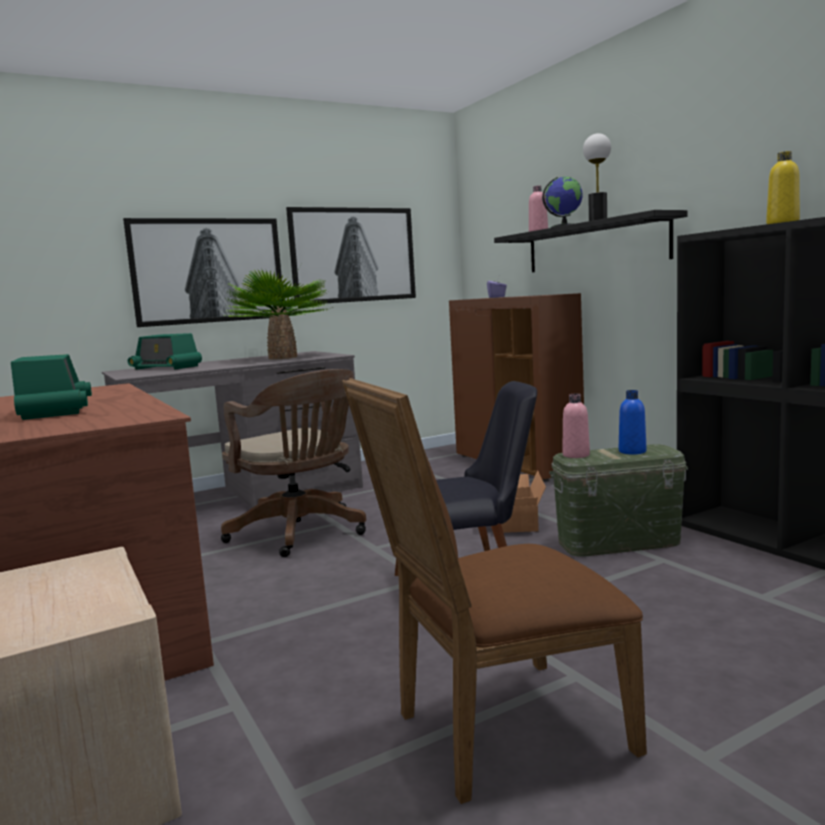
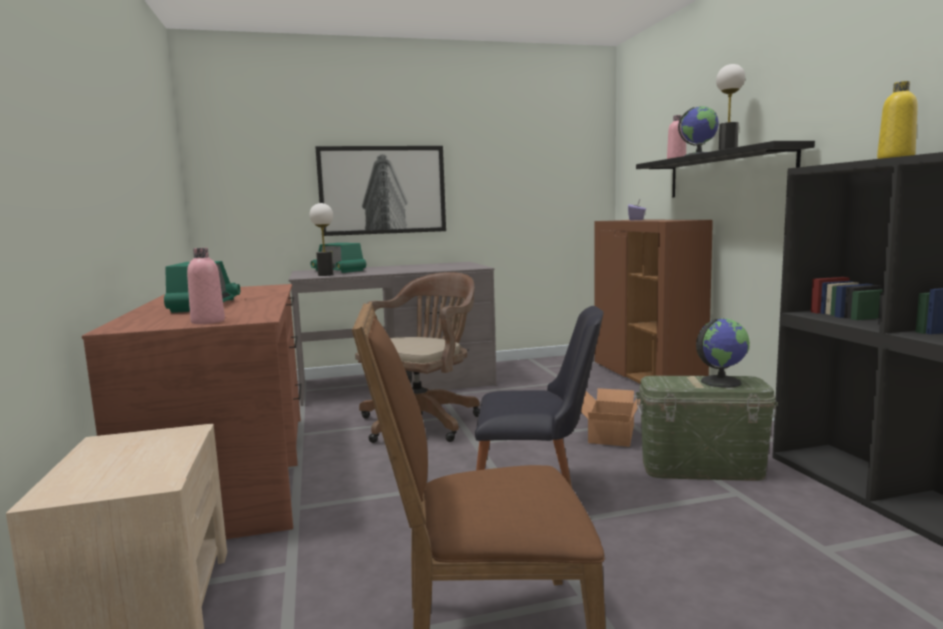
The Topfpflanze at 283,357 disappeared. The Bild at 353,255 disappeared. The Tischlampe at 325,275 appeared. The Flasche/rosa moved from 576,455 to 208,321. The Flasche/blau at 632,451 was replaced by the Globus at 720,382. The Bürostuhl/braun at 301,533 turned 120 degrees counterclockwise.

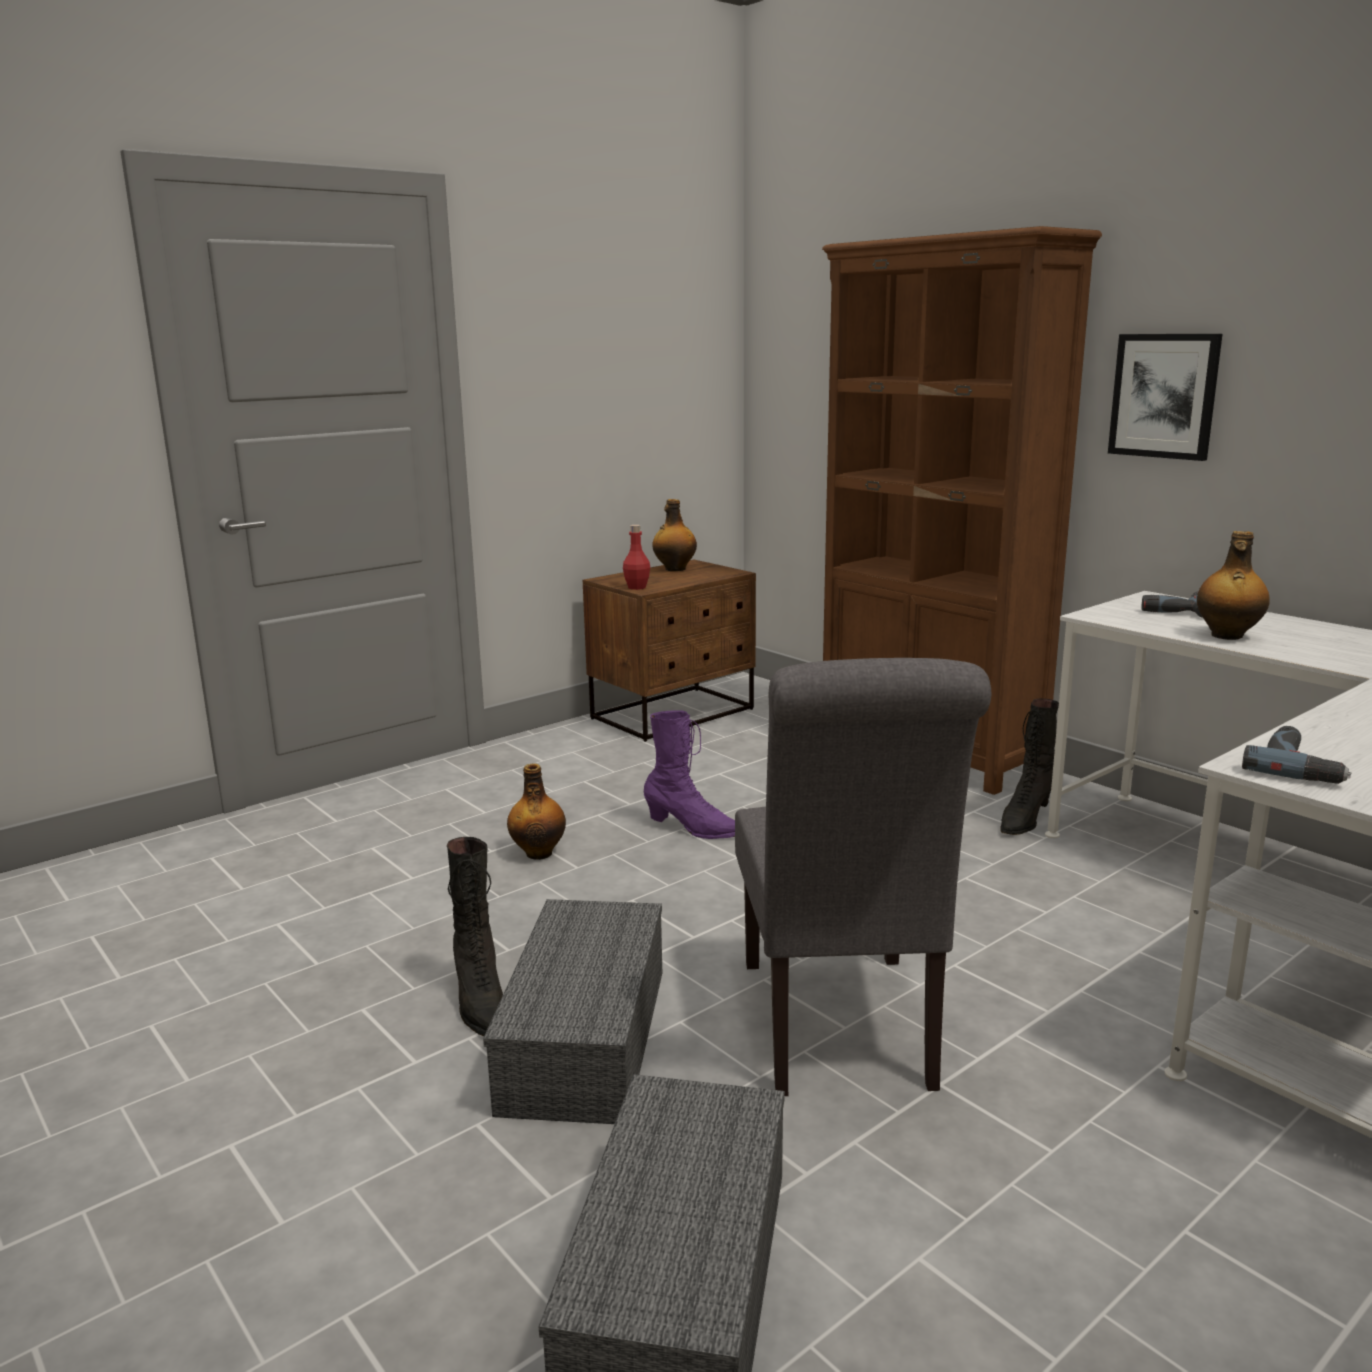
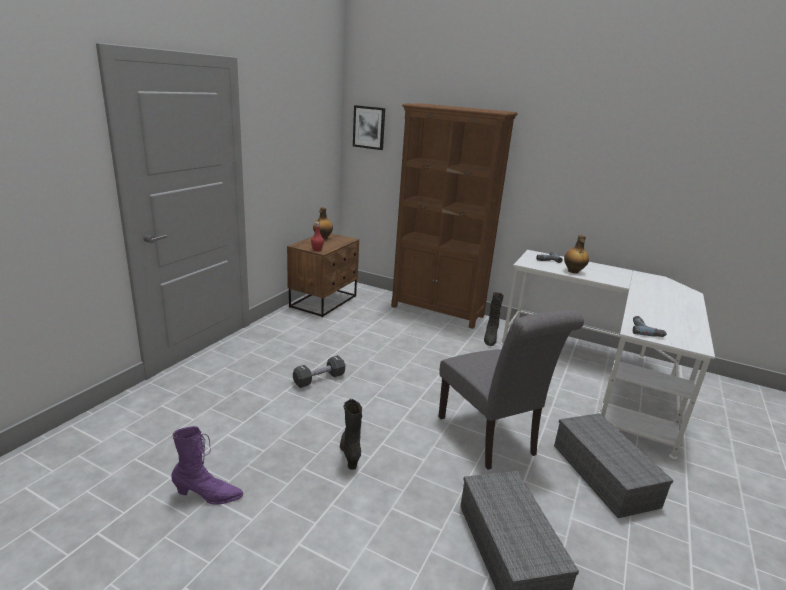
The Aufbewahrungsbox/grau moved from 587,1040 to 606,475. The Stiefel/lila moved from 692,829 to 208,495. The Bild moved from 1164,396 to 369,127. The Flasche at 539,853 was replaced by the Hantel/schwarz at 319,379. The Stiefel/schwarz at 480,1001 turned 150 degrees counterclockwise.

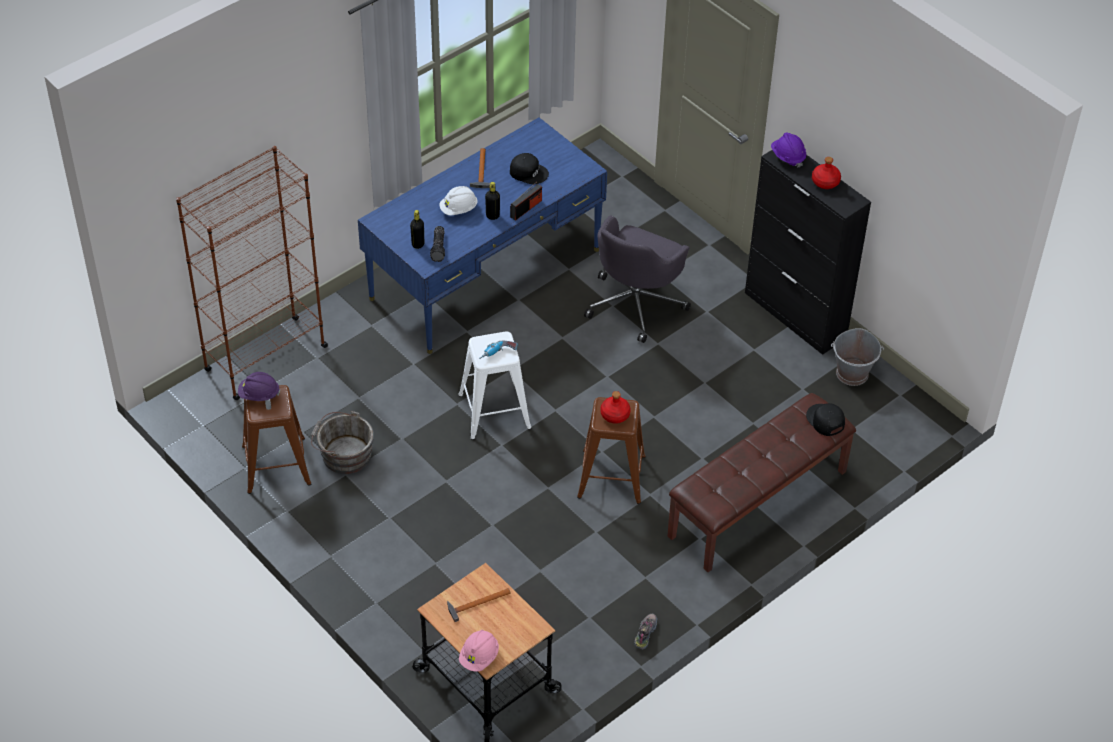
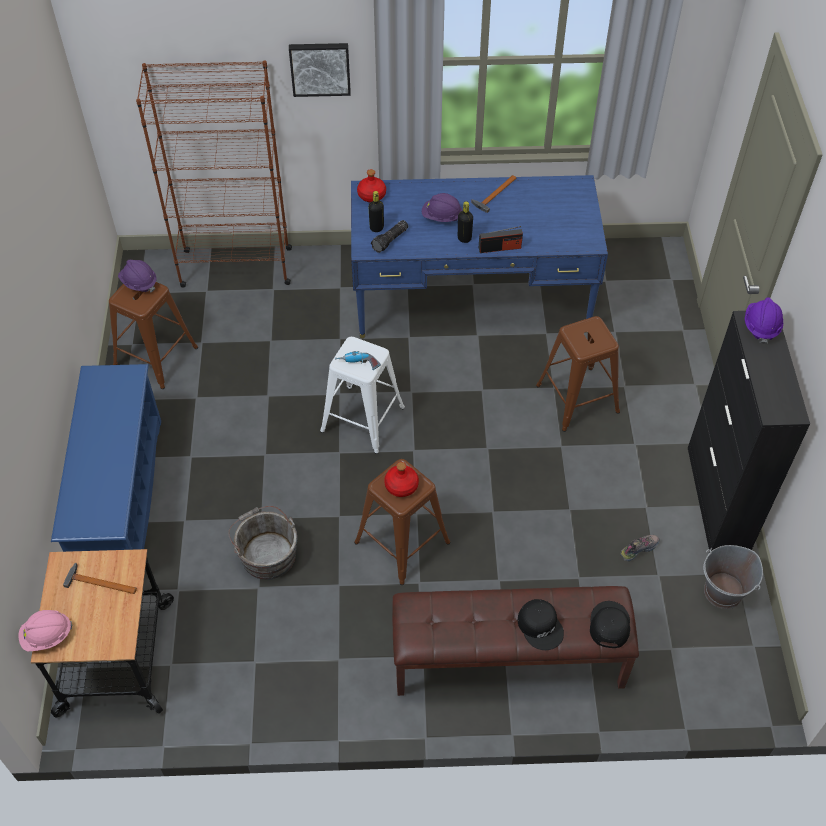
The Schuhregal/blau at 121,498 appeared. The Bild at 320,68 appeared. The Eimer/grau moved from 343,454 to 266,553. The Kappe/schwarz moved from 528,172 to 541,626. The Schuh moved from 645,633 to 638,549. The Flasche/rot moved from 825,182 to 371,195. The Bürostuhl/grau at 636,303 was replaced by the Hocker/braun at 576,398. The Schutzhelm/weiß at 458,209 became the Schutzhelm/lila at 441,217.

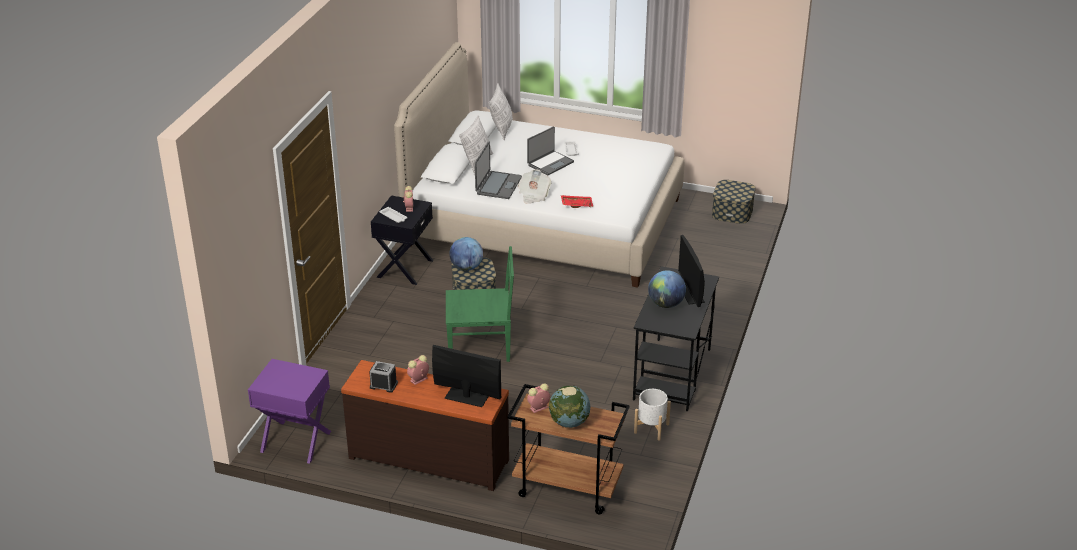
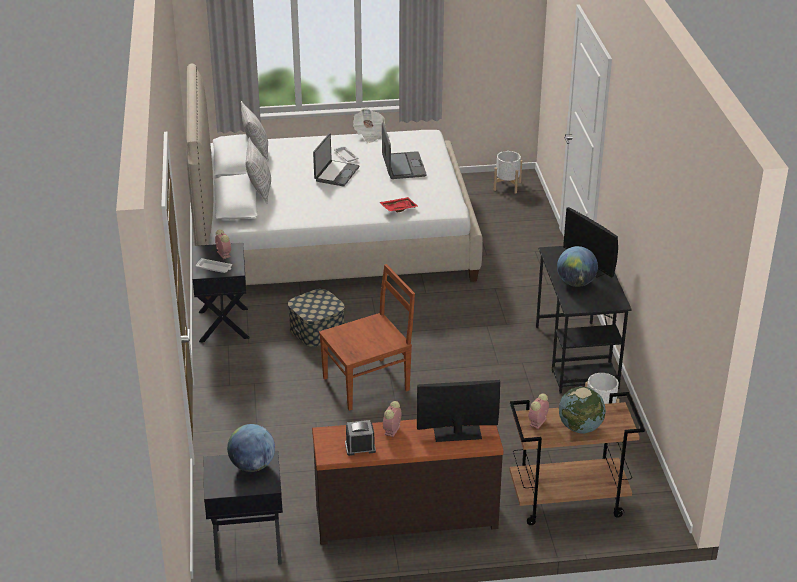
The Globus moved from 466,267 to 252,465. The Laptop moved from 498,186 to 403,166. The Zeitung moved from 533,195 to 369,134. The Aufbewahrungsbox at 732,212 was replaced by the Pflanzkübel/weiß at 507,186. The Nachttisch/lila at 295,442 became the Nachttisch/schwarz at 247,546. The Stuhl/grün at 481,346 became the Stuhl/braun at 368,383.

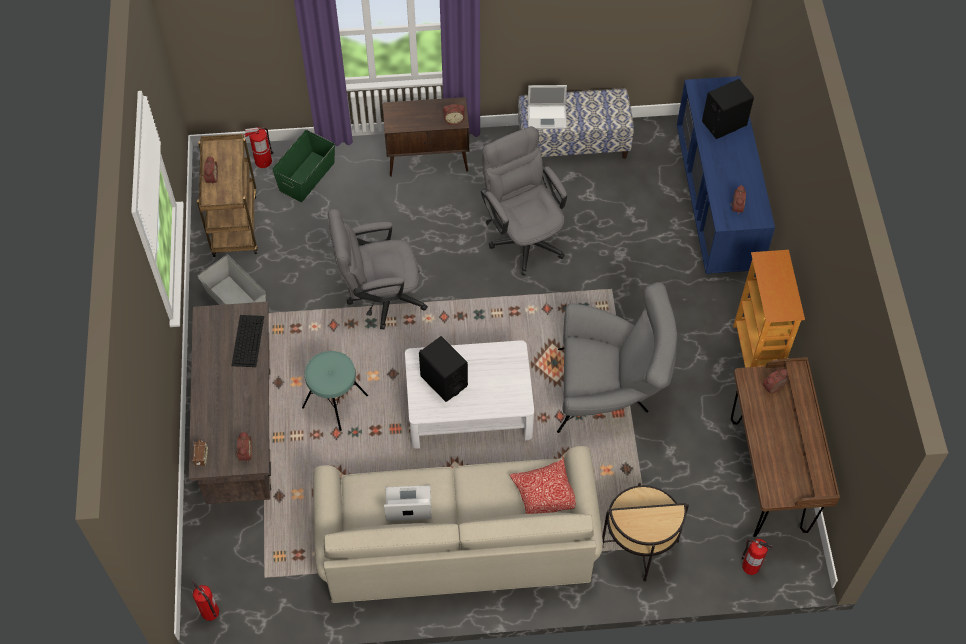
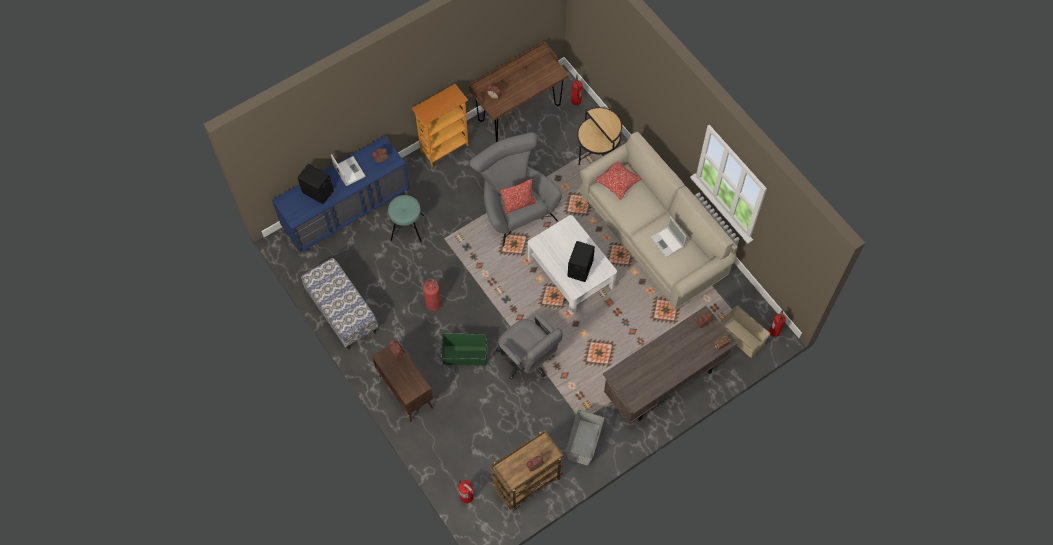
The Tastatur at 247,340 disappeared. The Kissen at 518,205 appeared. The Aufbewahrungsbox/beige at 741,337 appeared. The Aufbewahrungsbox/grün moved from 306,176 to 465,355. The Hocker/türkis moved from 335,402 to 407,228. The Laptop moved from 547,116 to 349,171. The Bürostuhl/grau at 523,236 was replaced by the Feuerlöscher at 433,304.

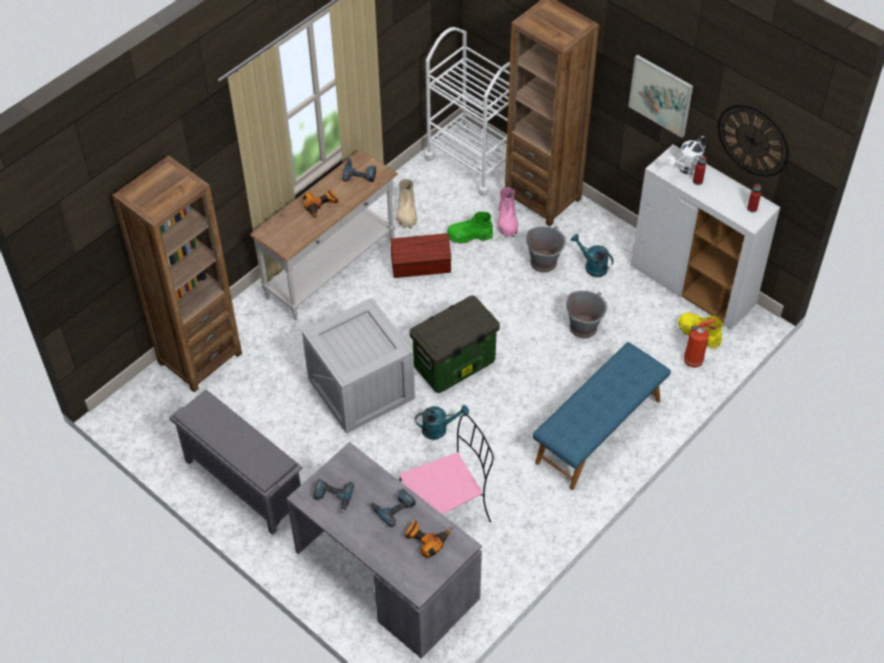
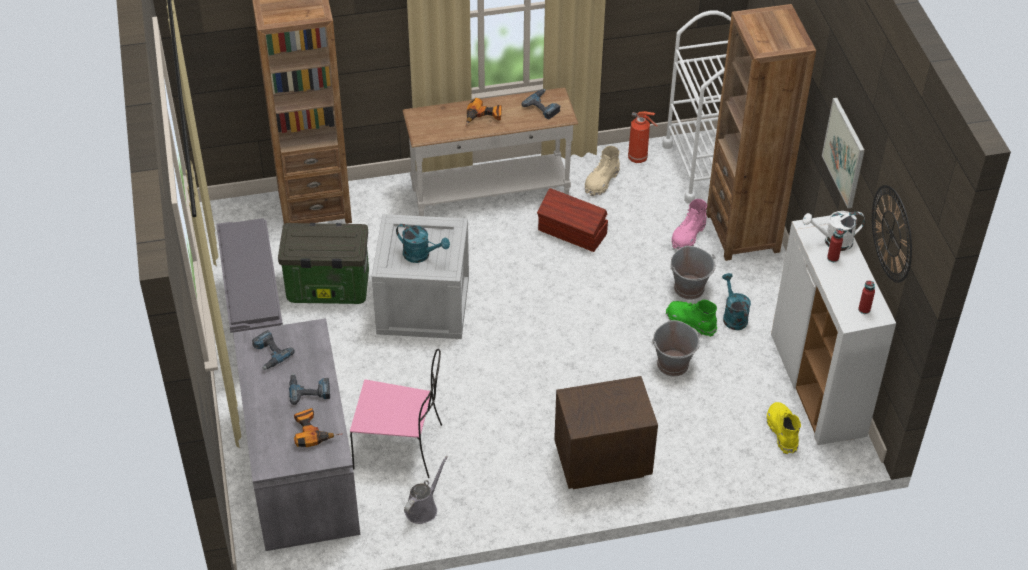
The Gießkanne/grau at 423,508 appeared. The Aufbewahrungsbox moved from 454,366 to 327,288. The Gießkanne/türkis moved from 439,429 to 421,255. The Stiefel/grün moved from 469,236 to 690,322. The Feuerlöscher moved from 694,360 to 638,158. The Bank/blau at 599,431 was replaced by the Nachttisch/braun at 600,461.

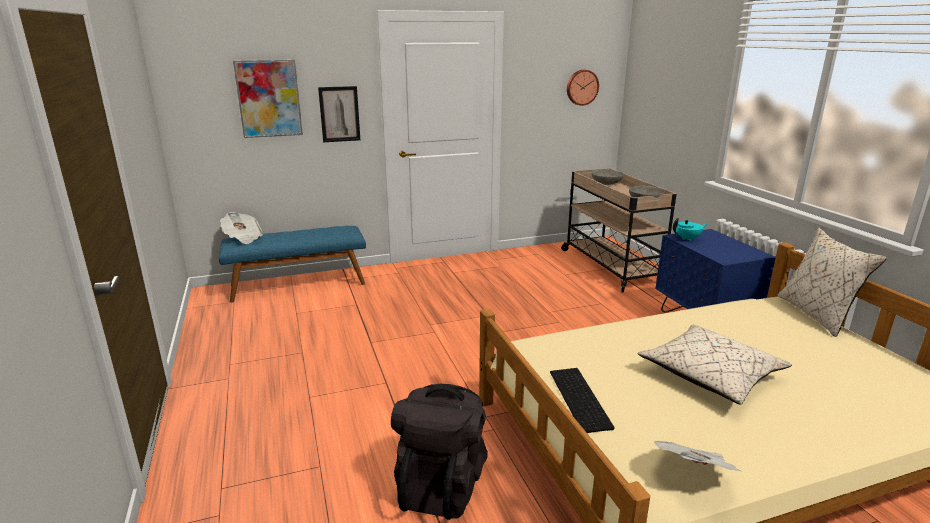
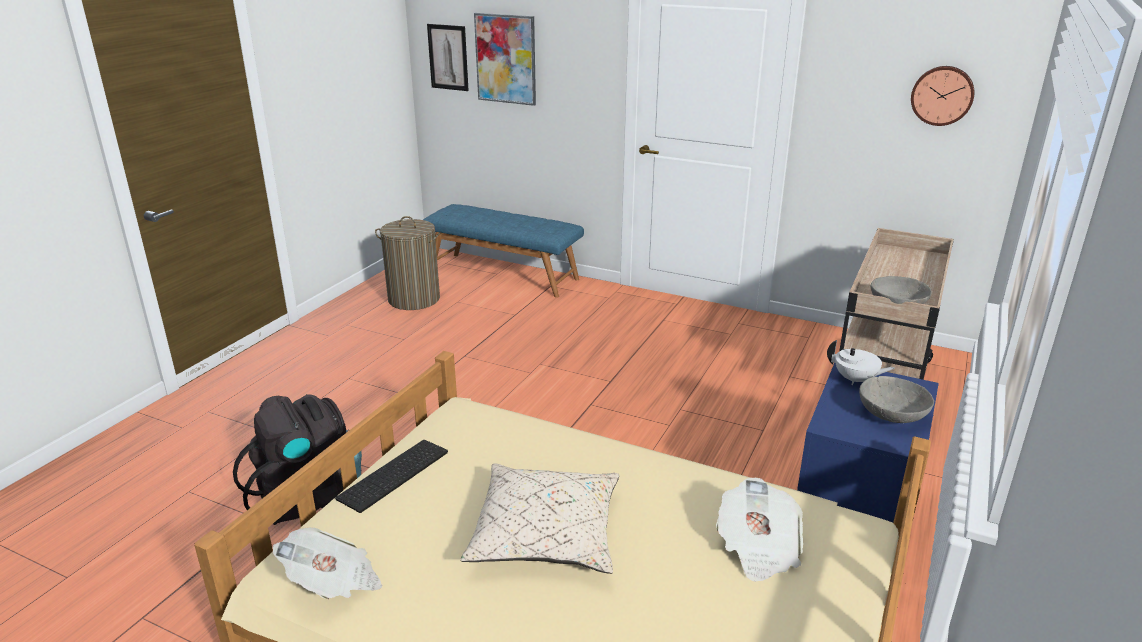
The Kissen/beige at 817,315 disappeared. The Wäschekorb at 414,299 appeared. The Zeitung moved from 243,238 to 758,548. The Bild moved from 339,114 to 448,57. The Schüssel/grau moved from 606,183 to 892,415. The Teekanne/türkis at 687,239 became the Teekanne/weiß at 855,380.

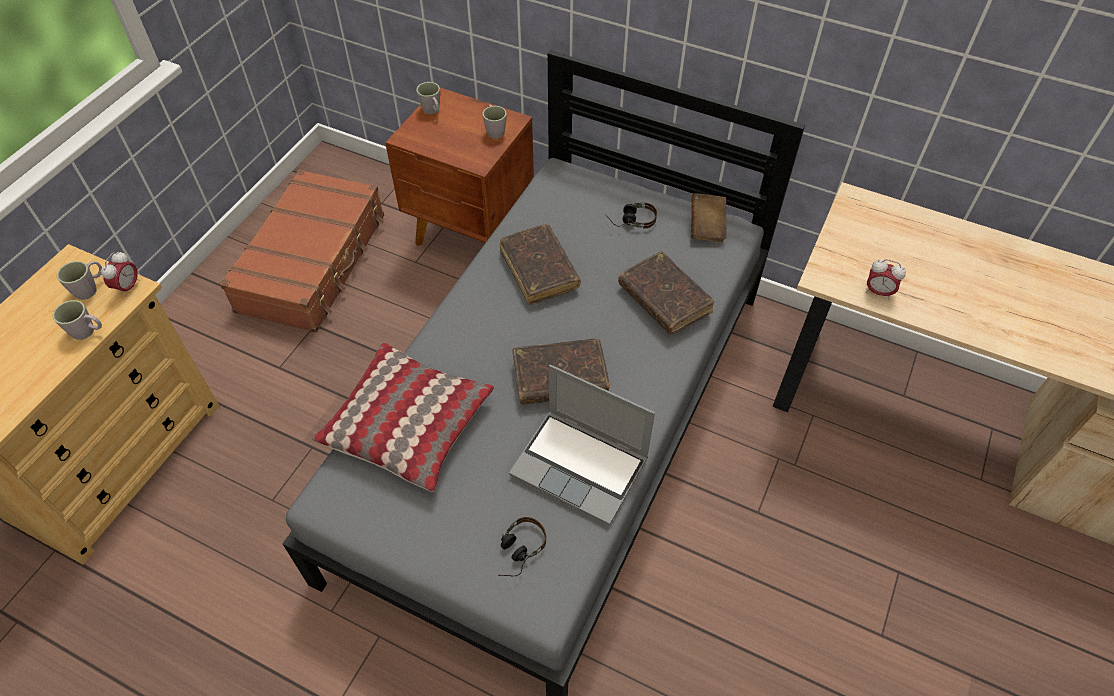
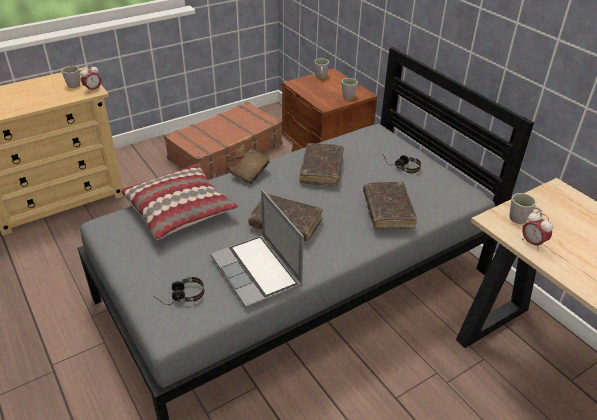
The Henkelbecher/grau moved from 88,332 to 522,220. The Buch/braun moved from 706,227 to 251,174.

